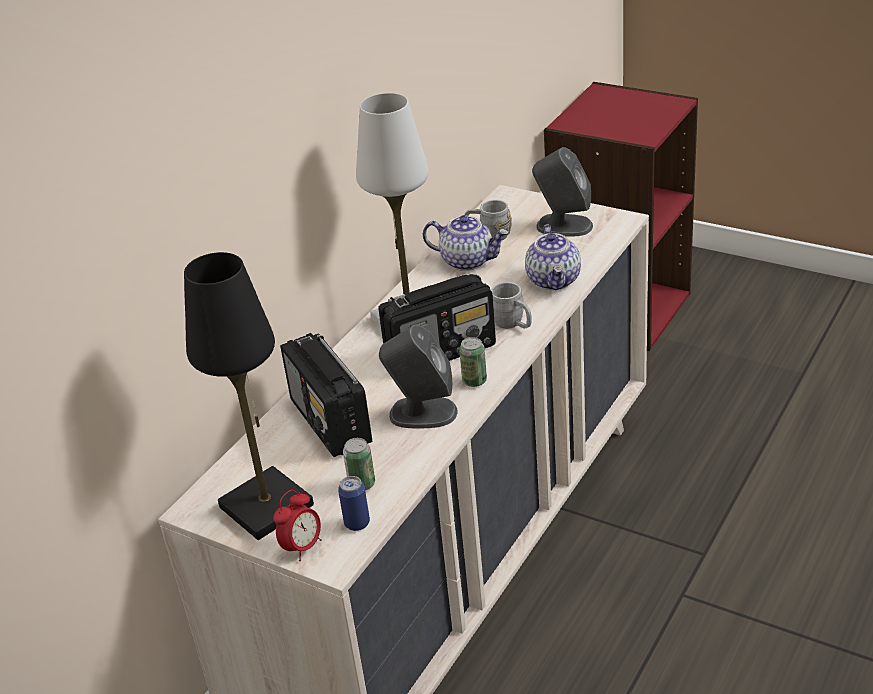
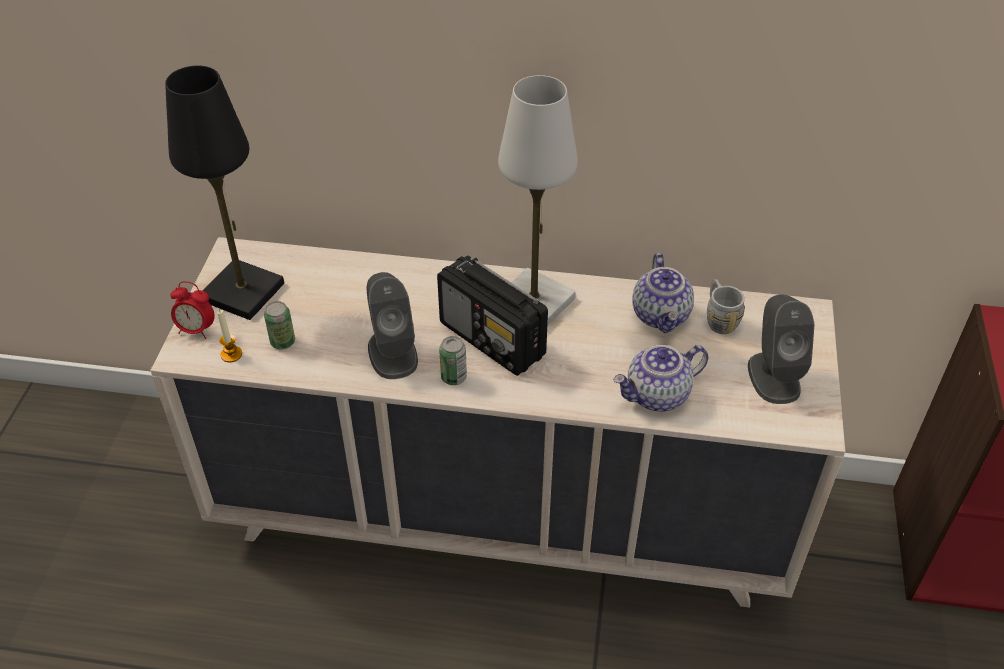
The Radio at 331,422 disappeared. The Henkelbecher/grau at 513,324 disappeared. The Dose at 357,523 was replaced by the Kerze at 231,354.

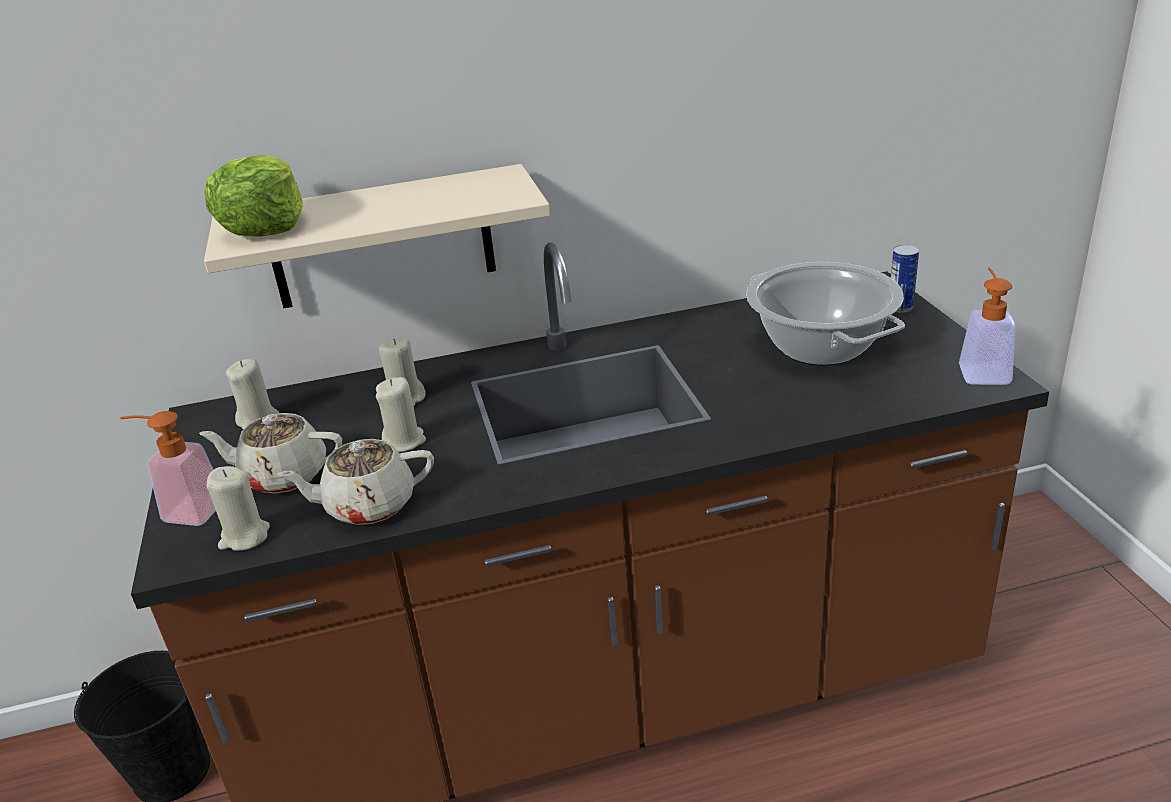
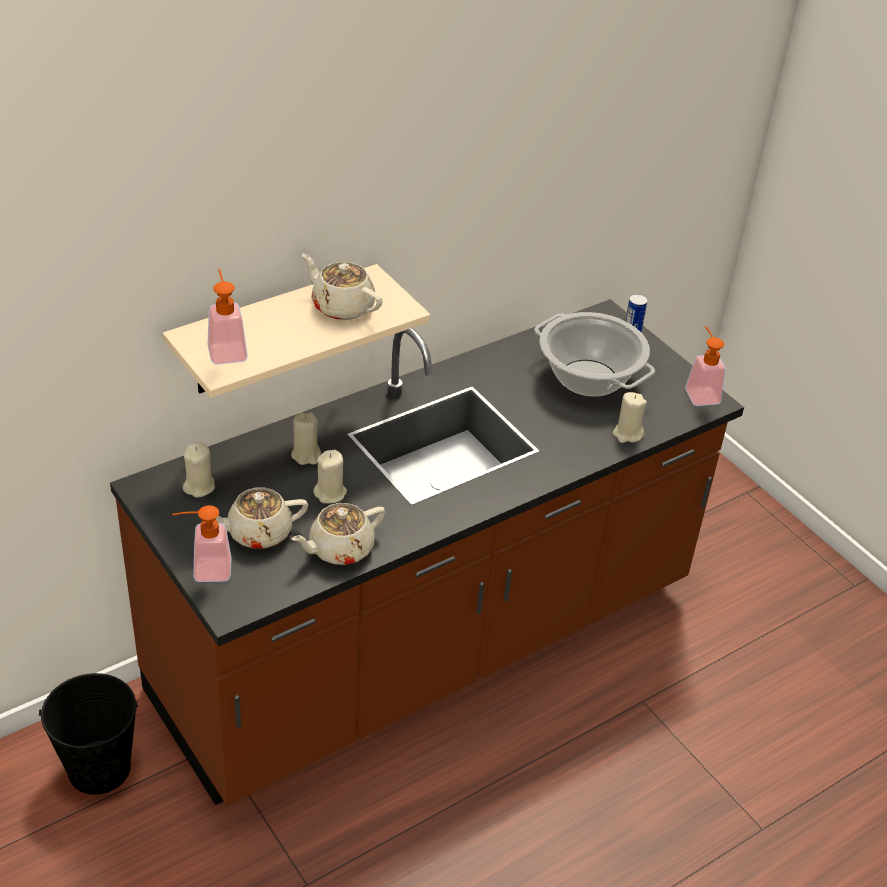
The Teekanne/beige at 342,306 appeared. The Kerze/beige moved from 244,537 to 627,434. The Salatkopf at 265,226 was replaced by the Seifenspender at 226,349.

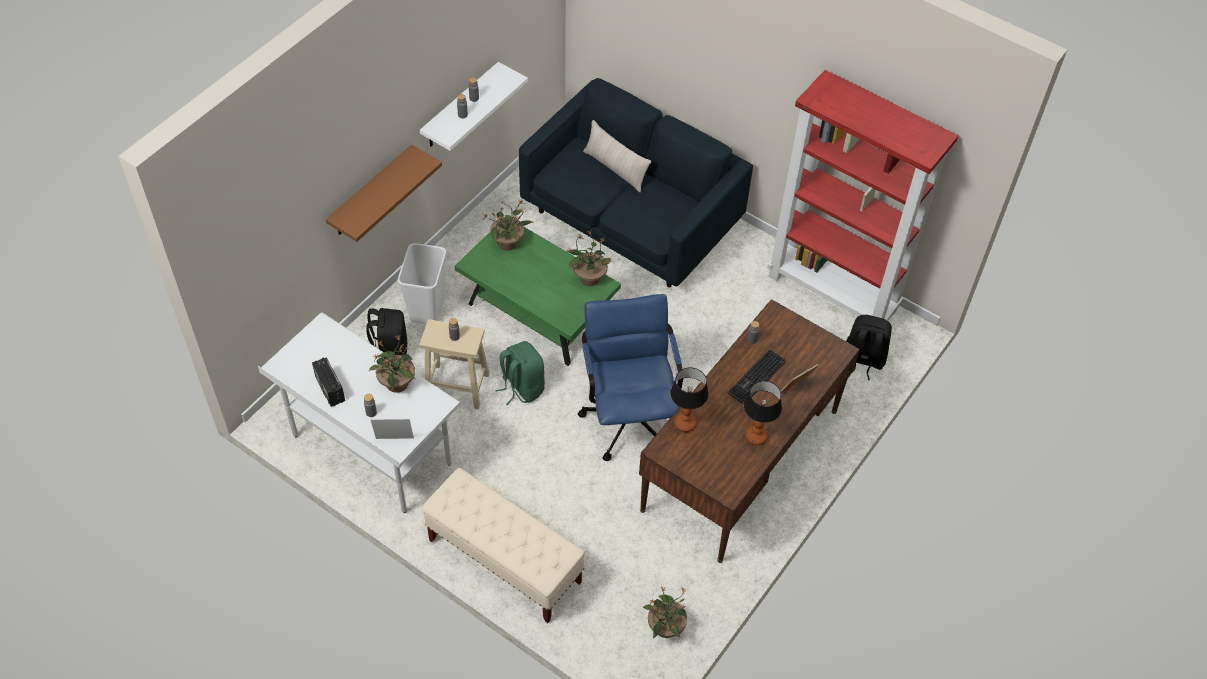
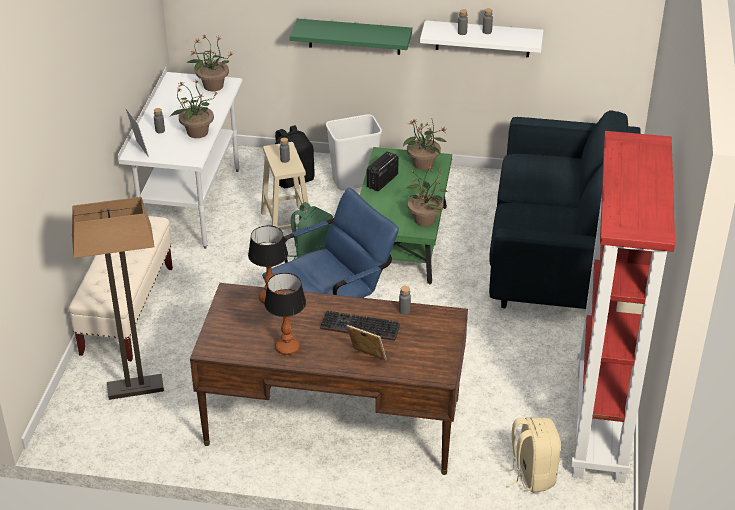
The Kissen/beige at 615,169 disappeared. The Stehlampe at 135,388 appeared. The Radio moved from 330,390 to 382,181. The Topfpflanze moved from 665,628 to 212,86. The Wandregal/braun at 371,192 became the Wandregal/grün at 354,36. The Rucksack/schwarz at 862,360 became the Rucksack/beige at 531,475.

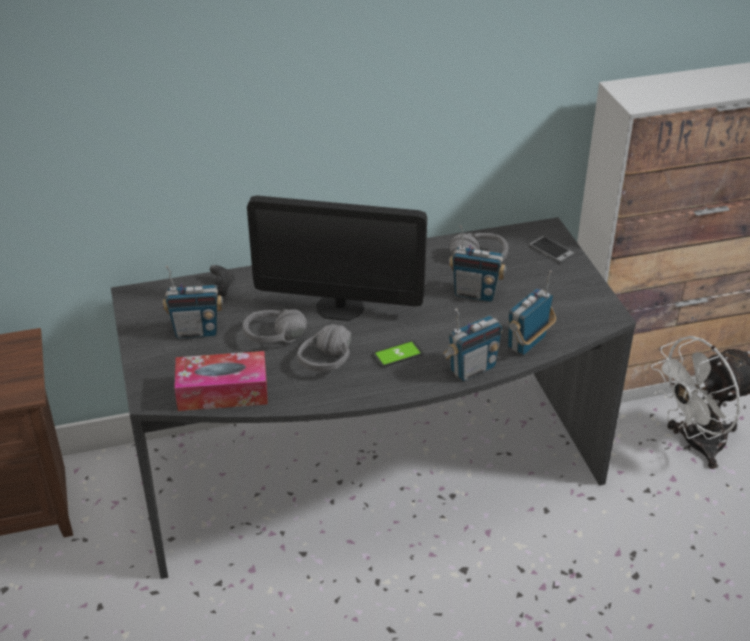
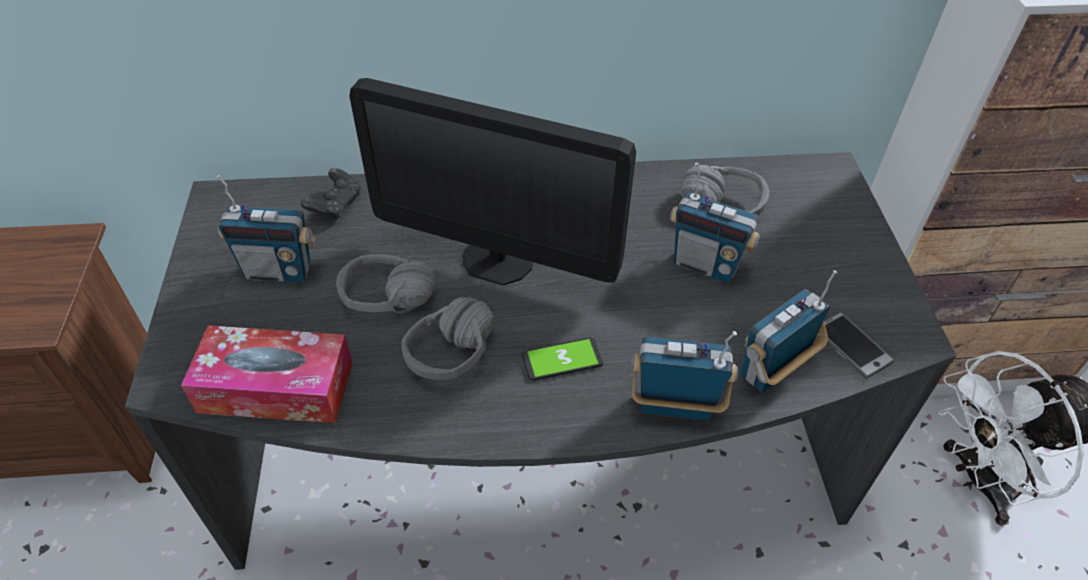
The Handy moved from 551,250 to 852,345. The Radio at 472,369 turned 150 degrees counterclockwise.

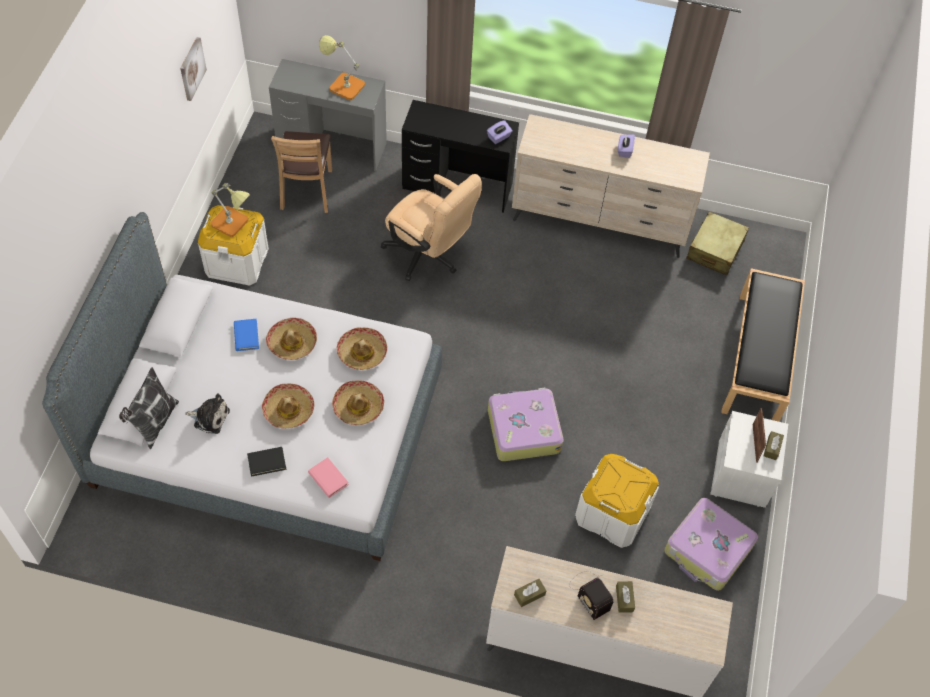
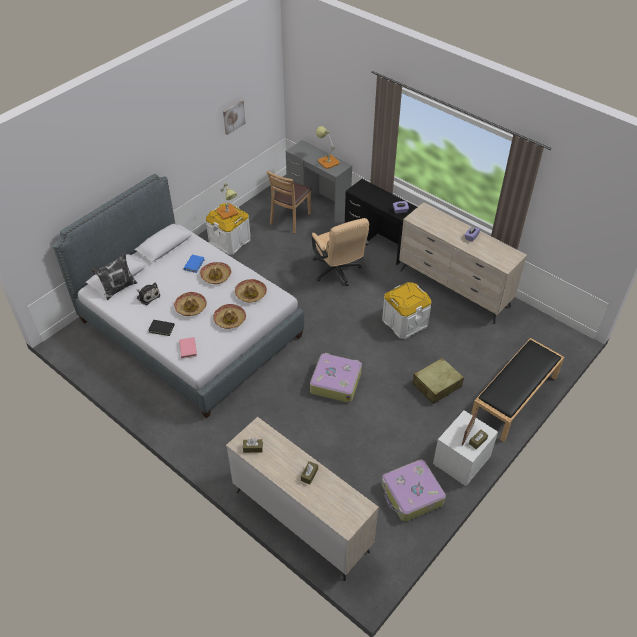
The Radio at 589,593 disappeared. The Aufbewahrungsbox/weiß moved from 612,513 to 404,322. The Koffer/beige moved from 715,250 to 436,385.

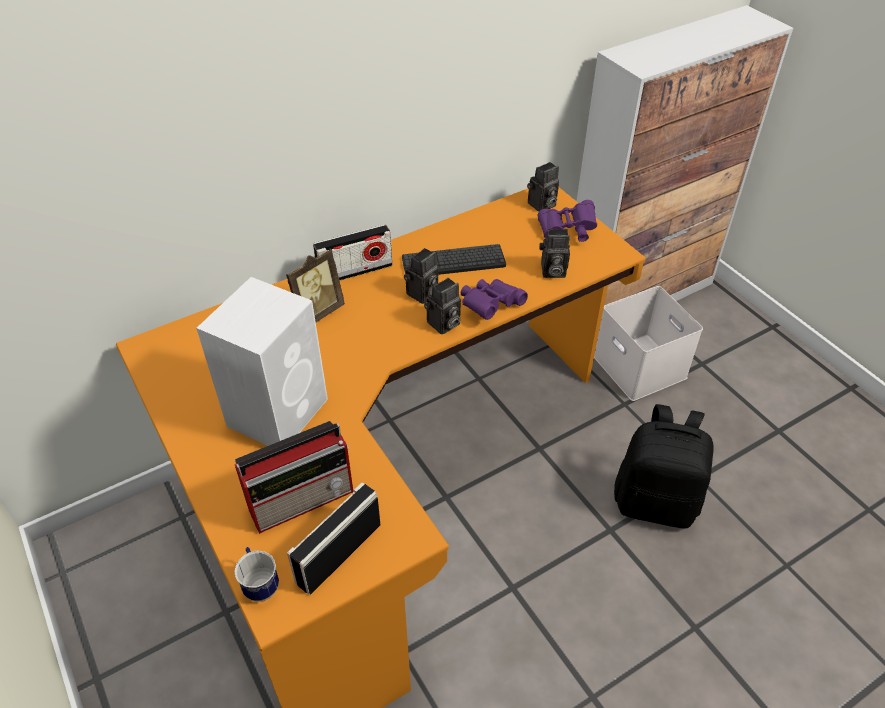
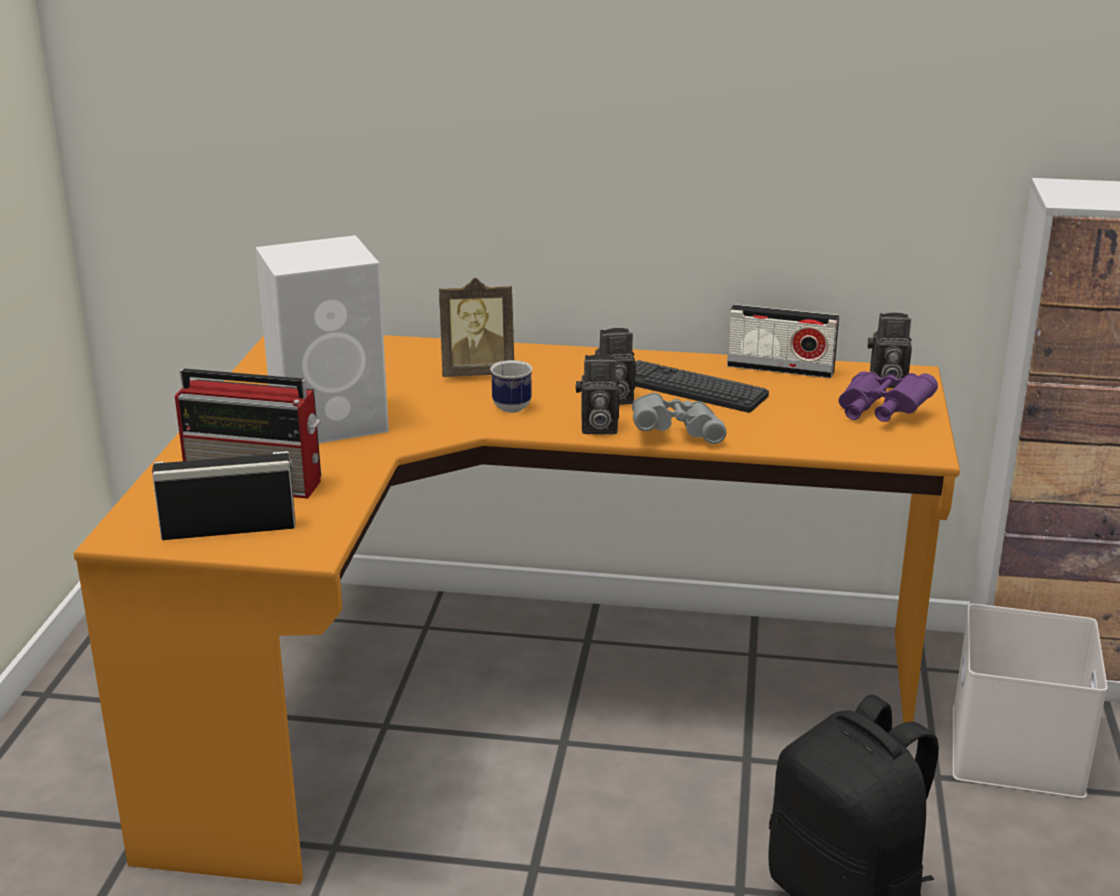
The Kamera at 551,271 disappeared. The Henkelbecher moved from 260,584 to 513,405. The Radio moved from 355,271 to 780,369. The Fernglas/lila at 490,306 became the Fernglas/grau at 676,434.

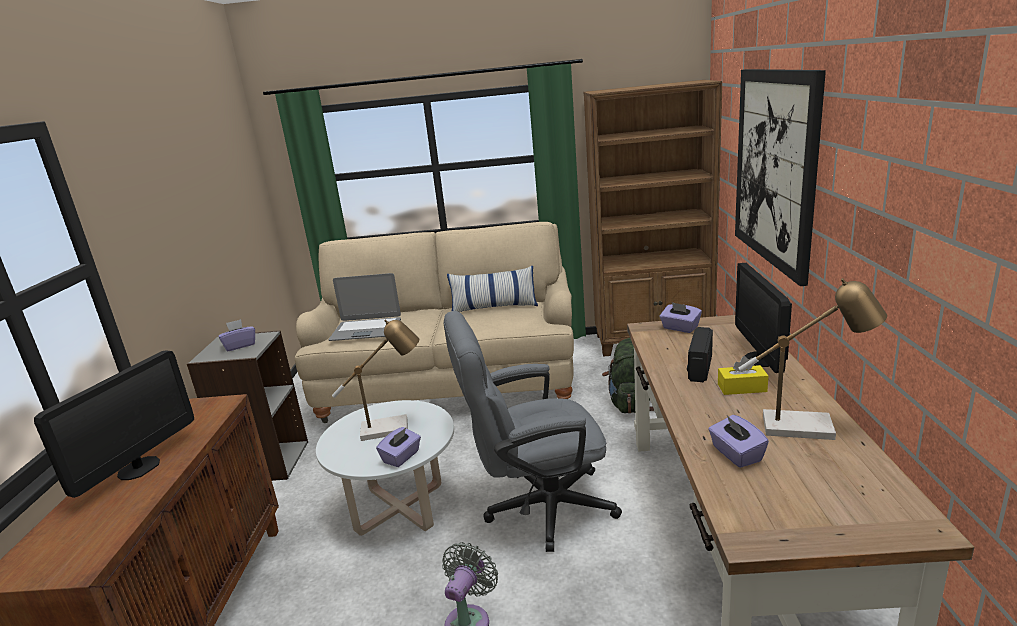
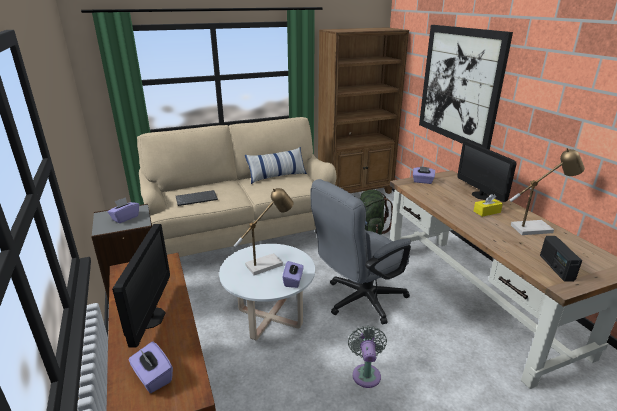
The Radio moved from 699,368 to 556,268. The Taschentuchbox/lila moved from 736,454 to 153,377. The Laptop at 366,330 was replaced by the Tastatur at 197,198.

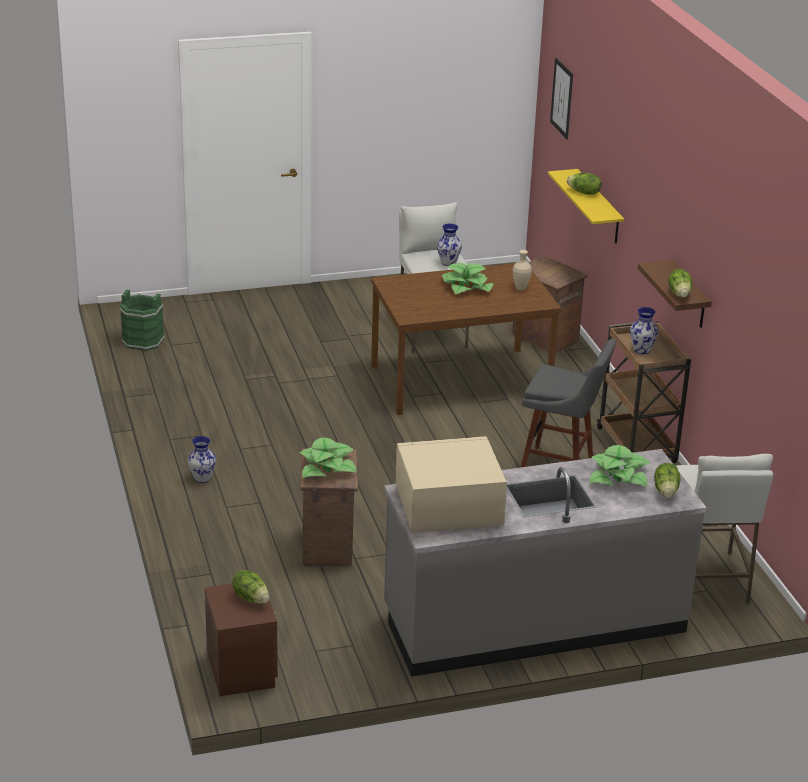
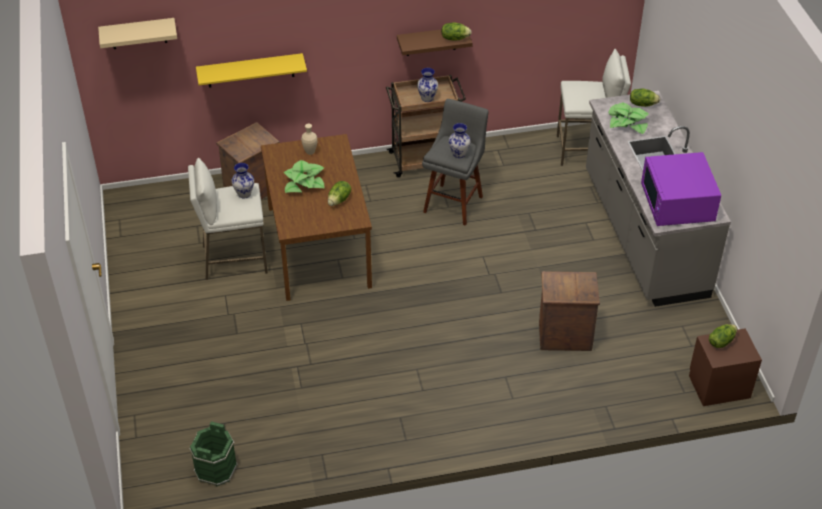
The Topfpflanze at 327,467 disappeared. The Vase moved from 202,478 to 459,154. The Salatkopf moved from 584,193 to 339,200. The Bild at 562,98 was replaced by the Wandregal/beige at 138,33. The Mikrowelle/beige at 447,506 became the Mikrowelle/lila at 677,203.

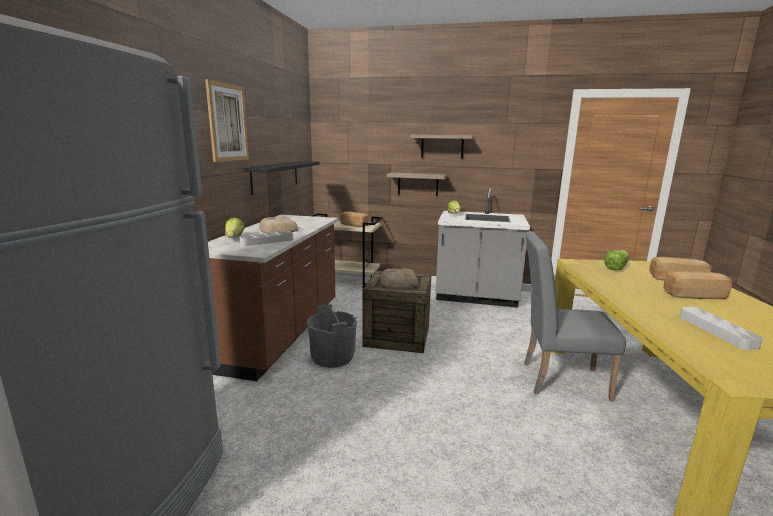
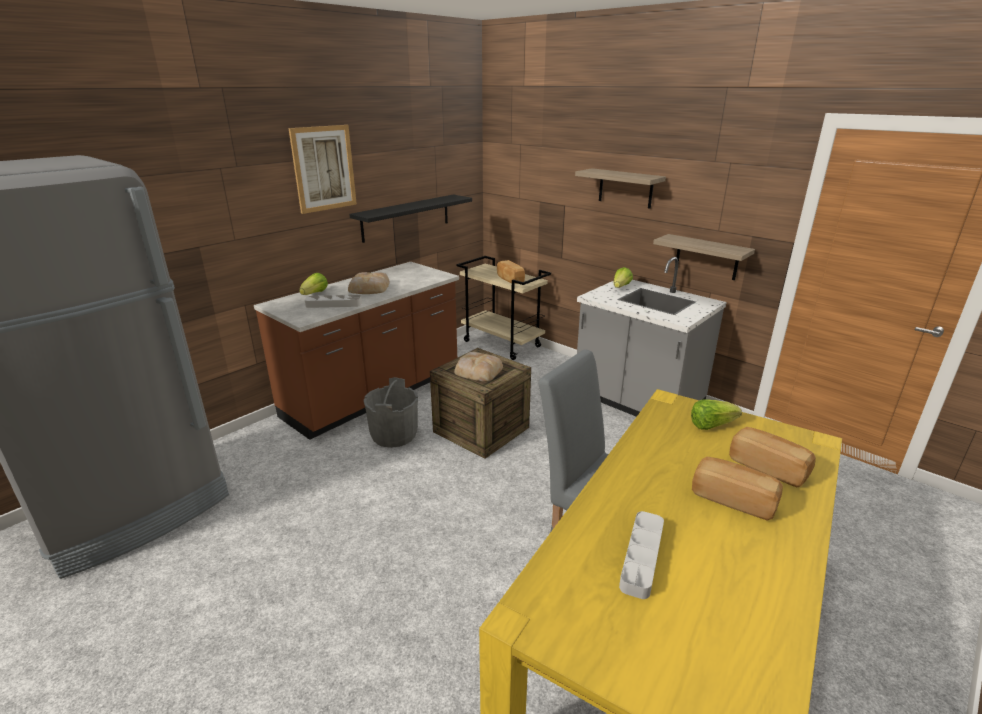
The Wandregal moved from 418,184 to 706,257.

